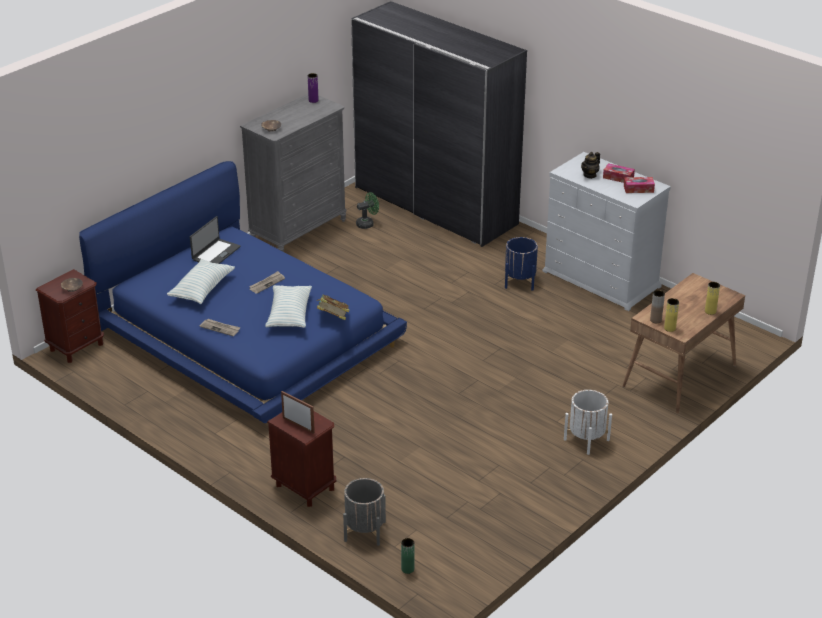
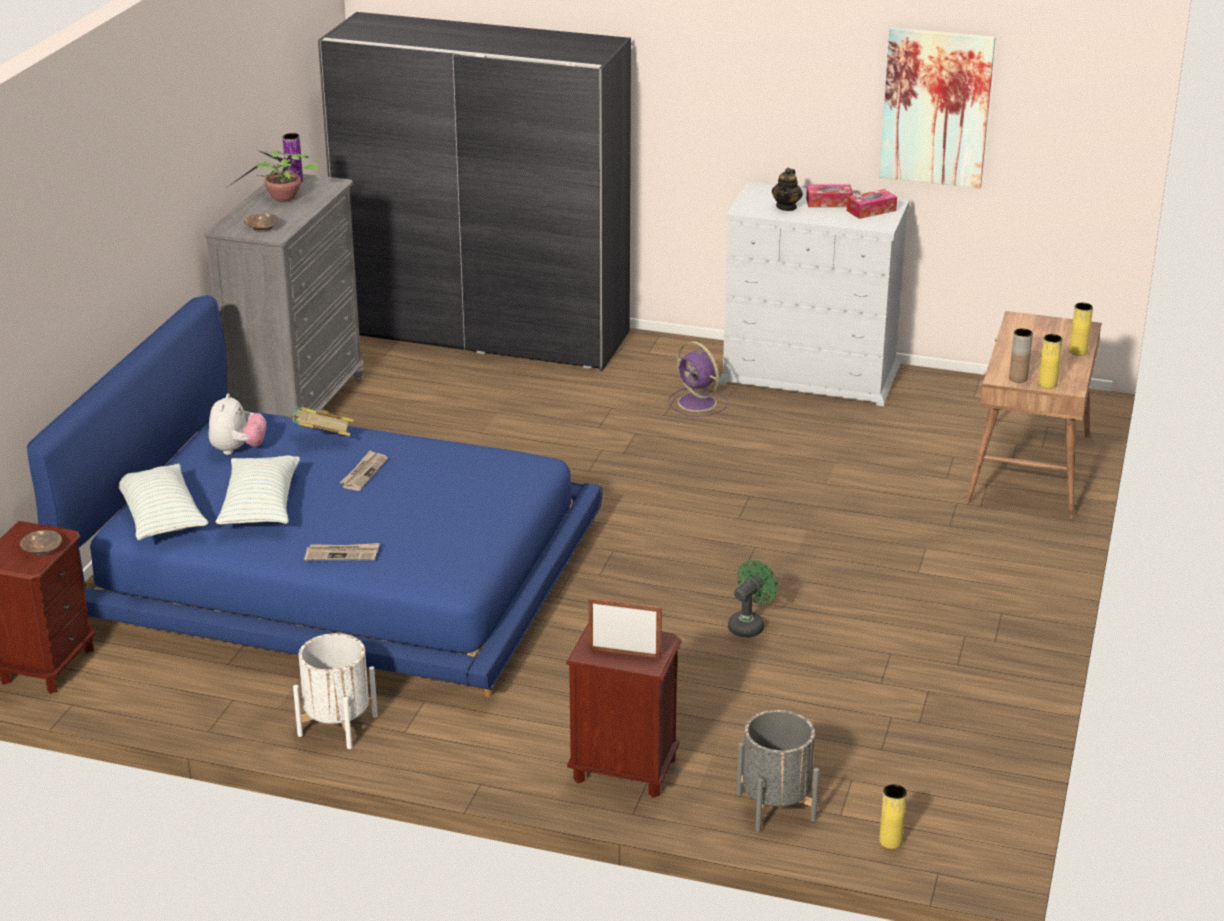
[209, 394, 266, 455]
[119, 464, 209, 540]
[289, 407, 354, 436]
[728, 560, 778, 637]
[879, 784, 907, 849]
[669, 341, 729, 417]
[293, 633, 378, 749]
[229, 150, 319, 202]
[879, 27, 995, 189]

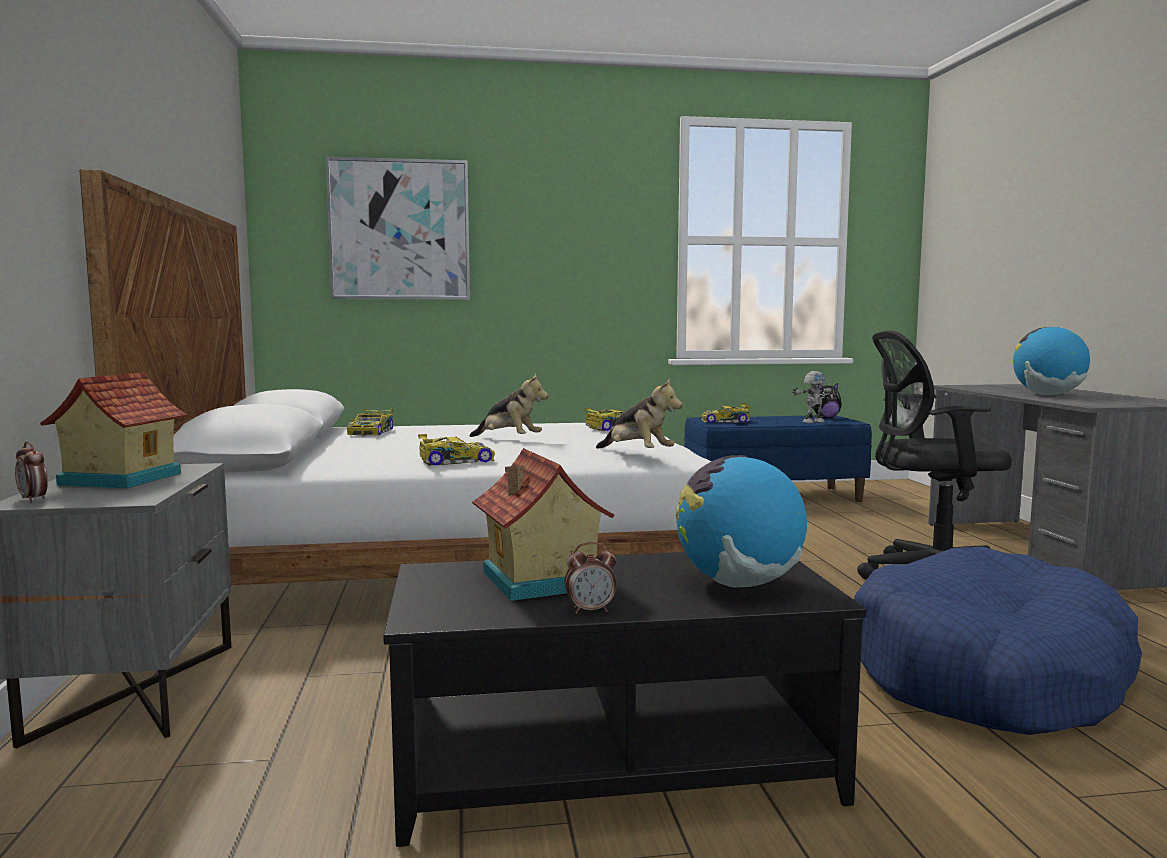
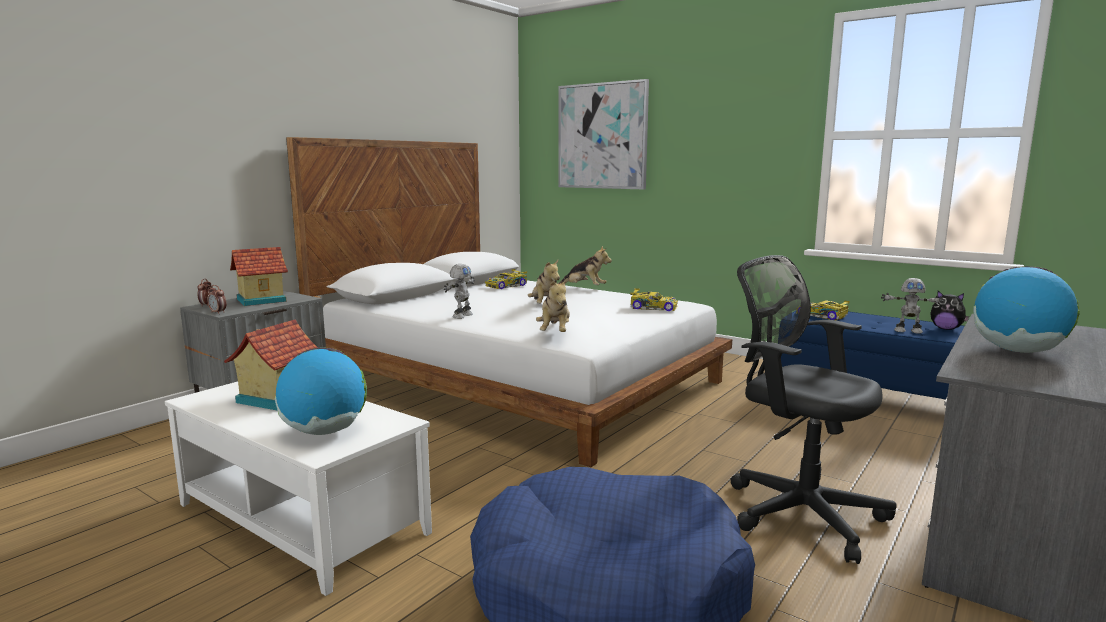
[165, 382, 432, 596]
[444, 264, 475, 319]
[207, 285, 226, 314]
[558, 246, 612, 285]

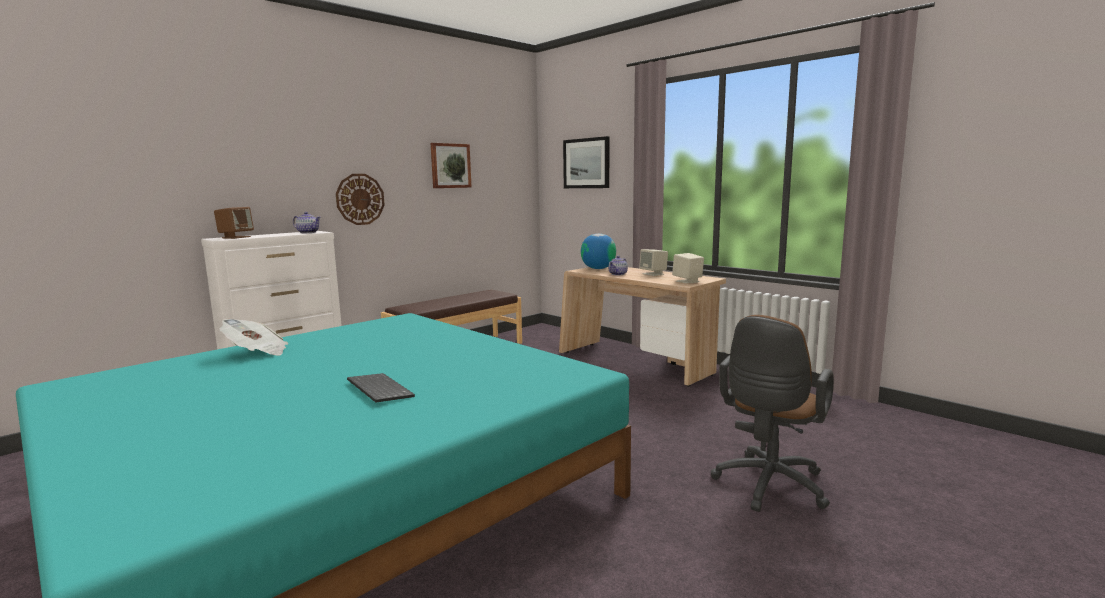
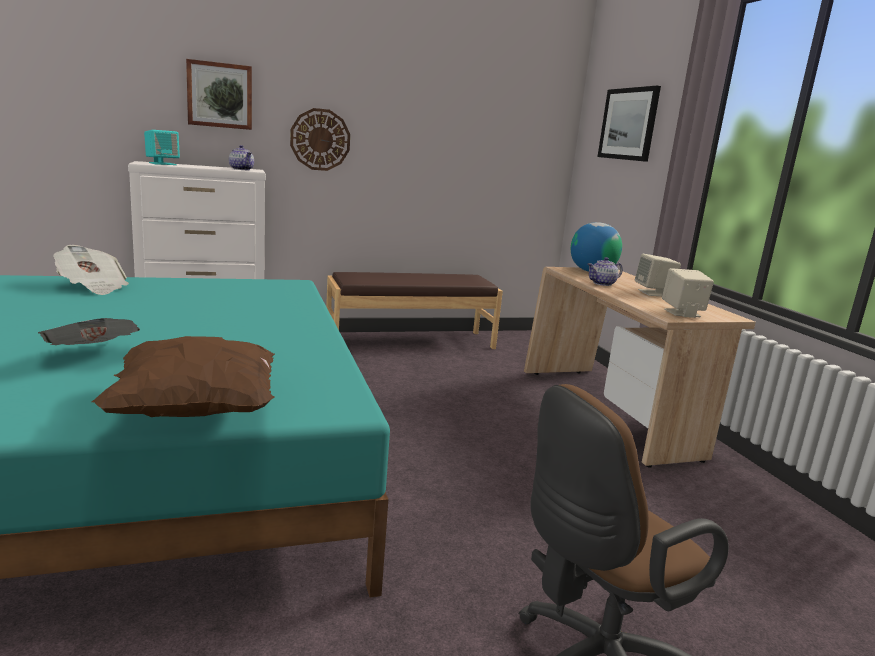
[144, 130, 180, 165]
[38, 318, 140, 345]
[186, 59, 252, 130]
[91, 336, 275, 417]

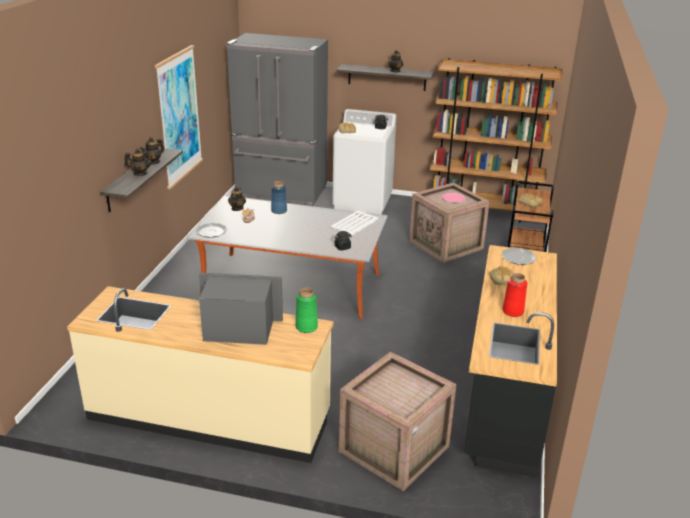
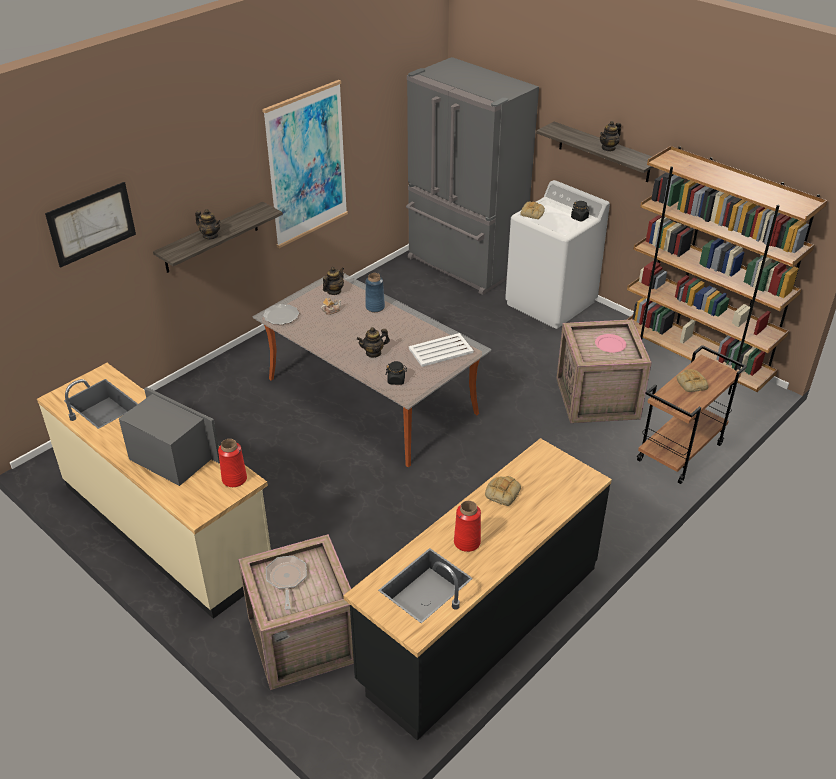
[357, 327, 390, 358]
[218, 439, 247, 487]
[501, 248, 537, 265] (first image)
[45, 182, 136, 268]
[266, 556, 307, 610]

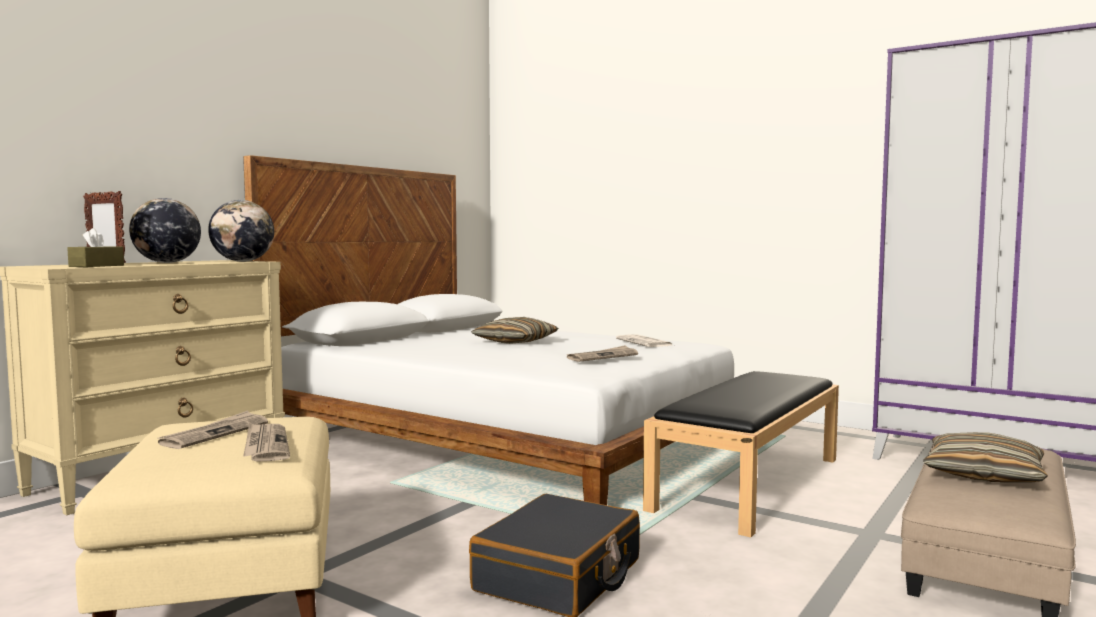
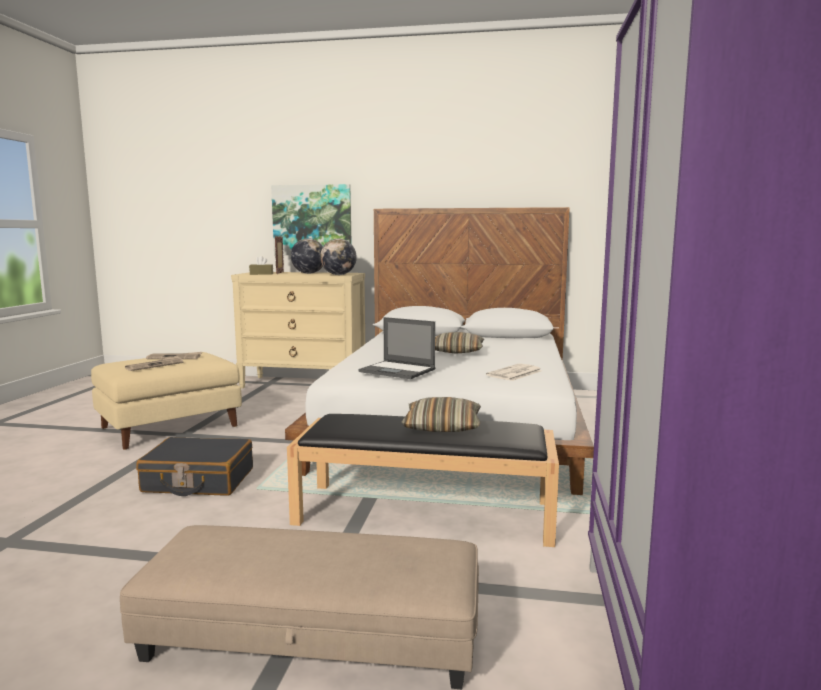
[358, 317, 435, 379]
[401, 397, 481, 432]
[271, 184, 352, 255]

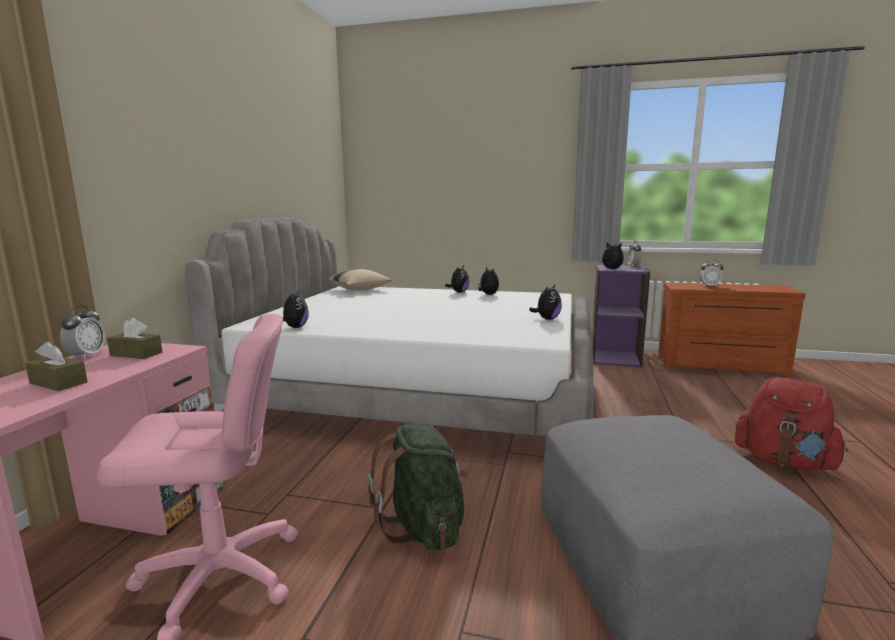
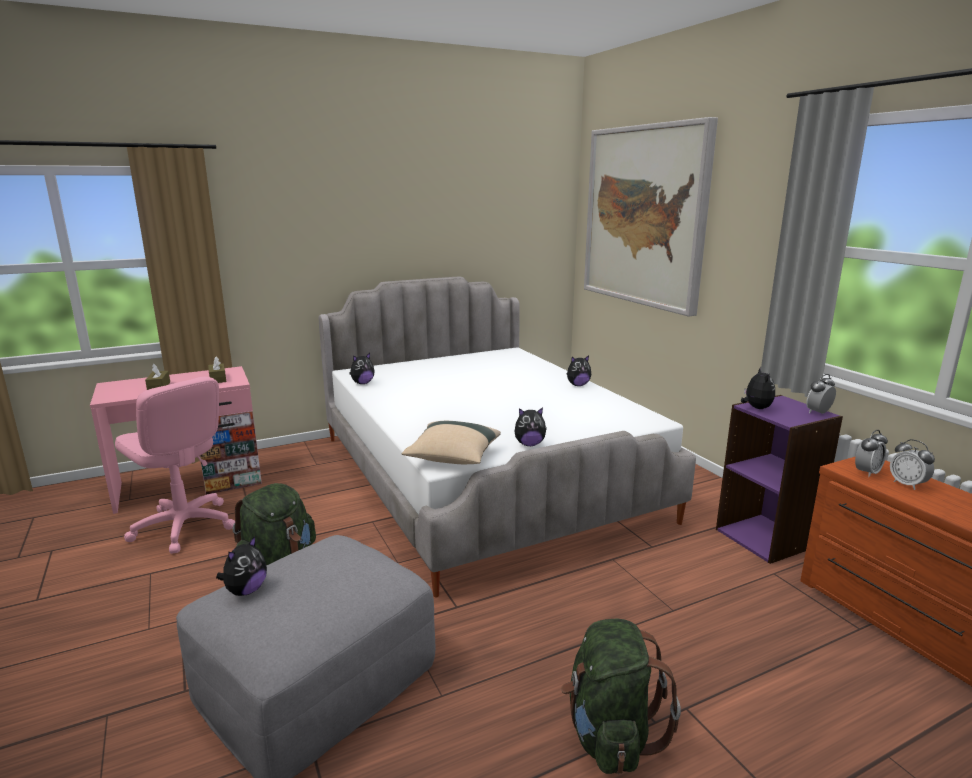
[855, 430, 888, 477]
[402, 421, 501, 464]
[216, 536, 267, 596]
[561, 618, 681, 774]
[584, 117, 718, 317]

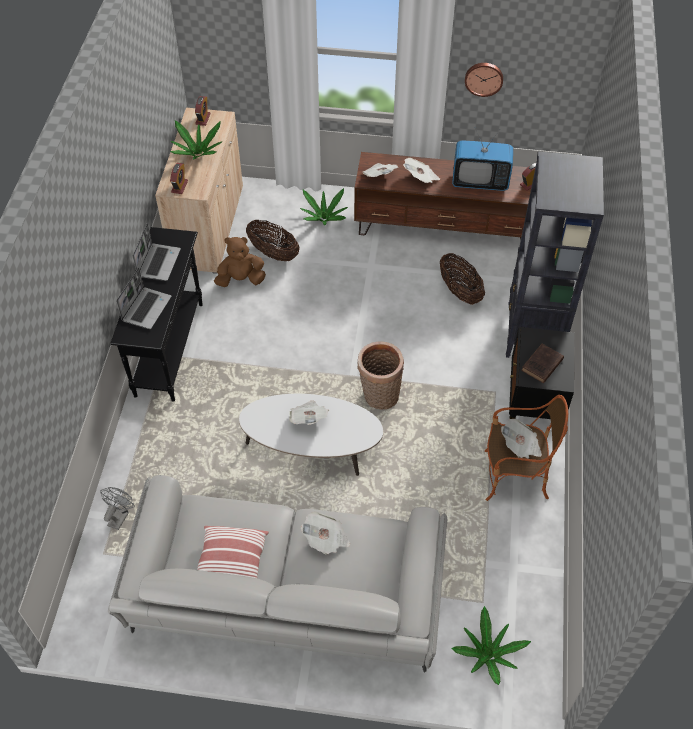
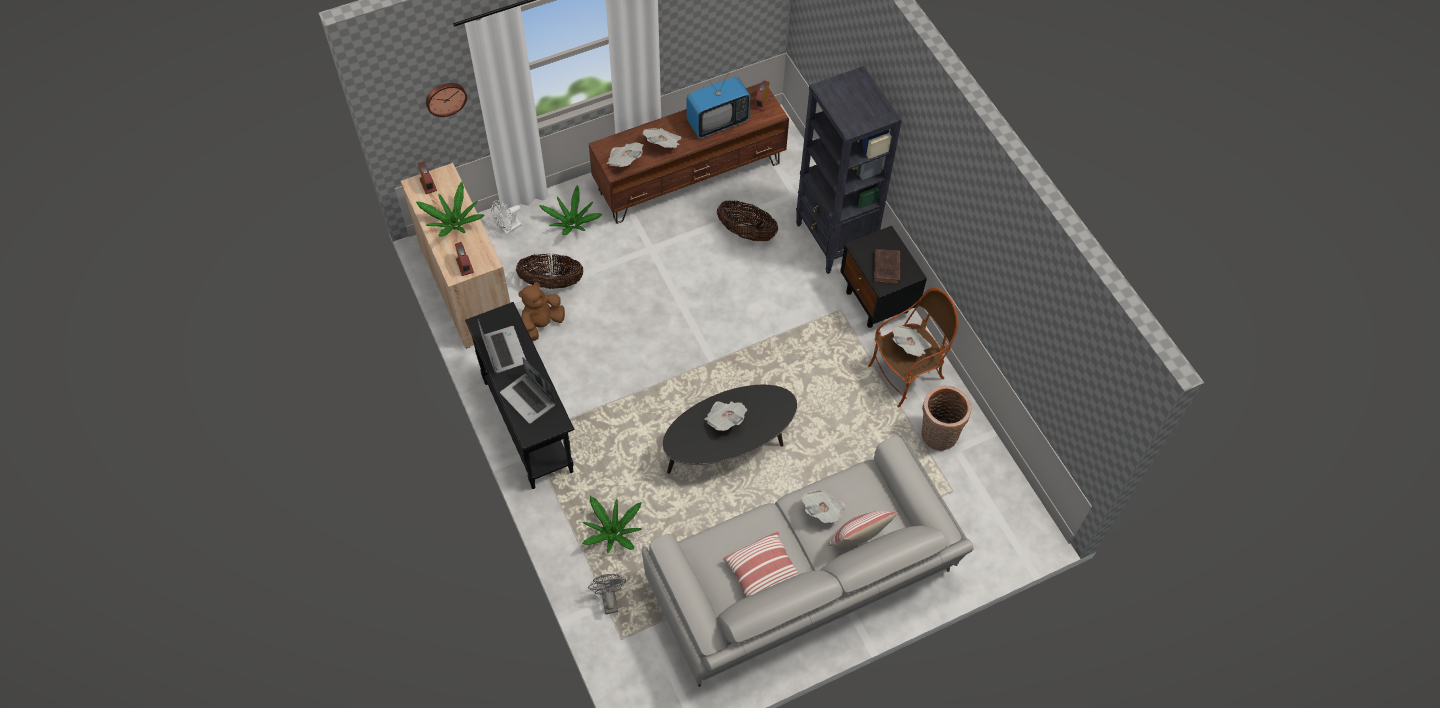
[500, 357, 556, 424]
[663, 385, 797, 474]
[921, 385, 971, 451]
[582, 496, 641, 553]
[426, 83, 467, 117]
[491, 200, 522, 235]
[828, 511, 898, 548]

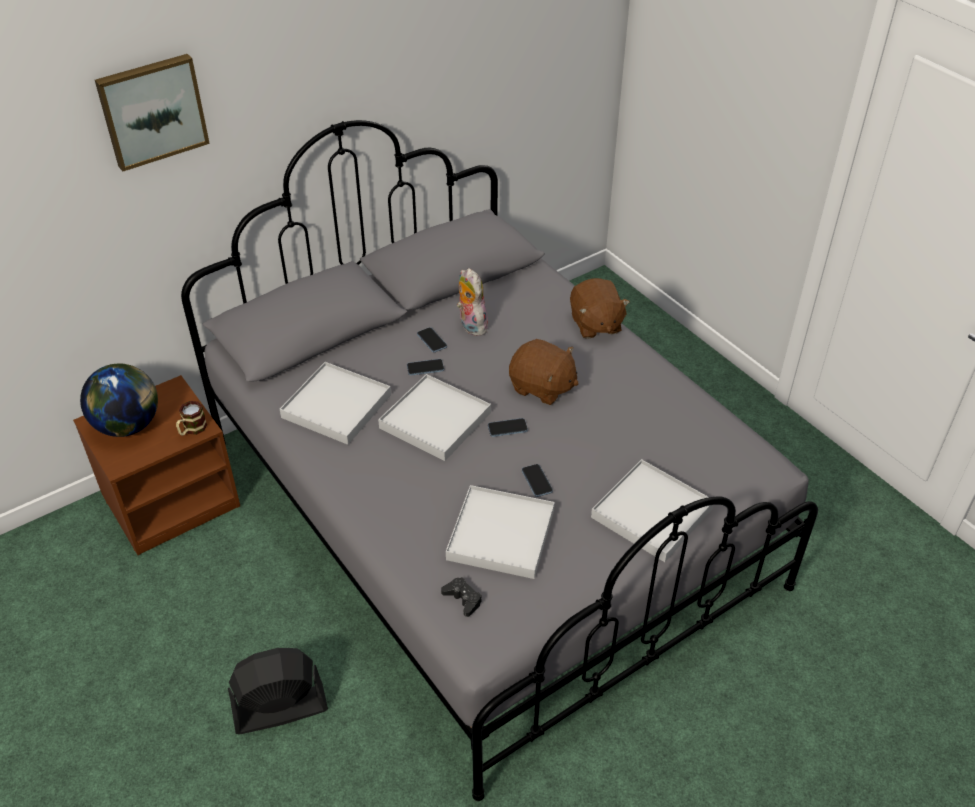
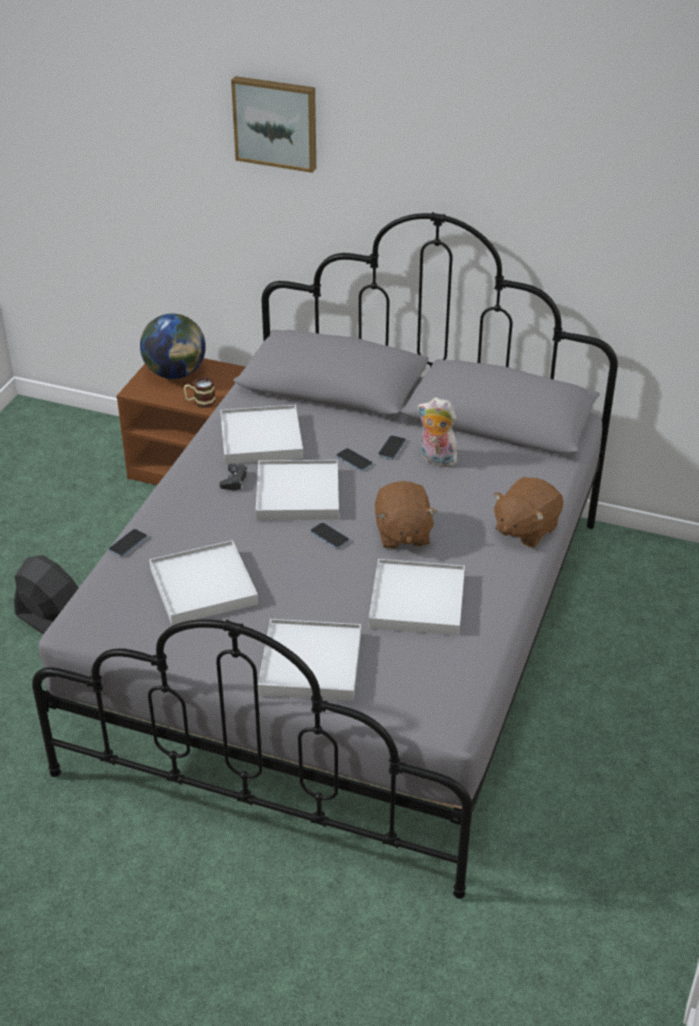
[219, 464, 249, 491]
[417, 397, 457, 467]
[108, 529, 147, 557]
[369, 559, 465, 636]

